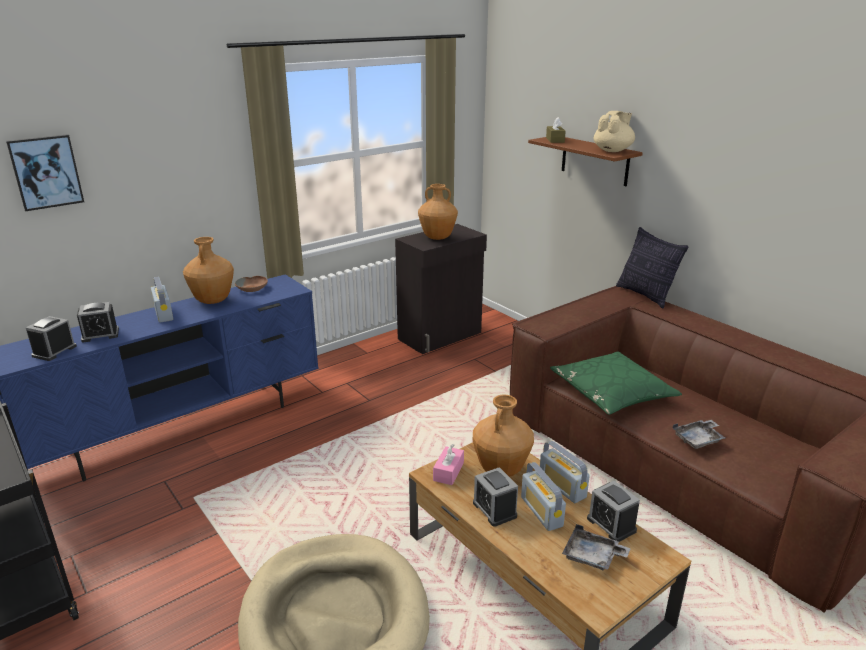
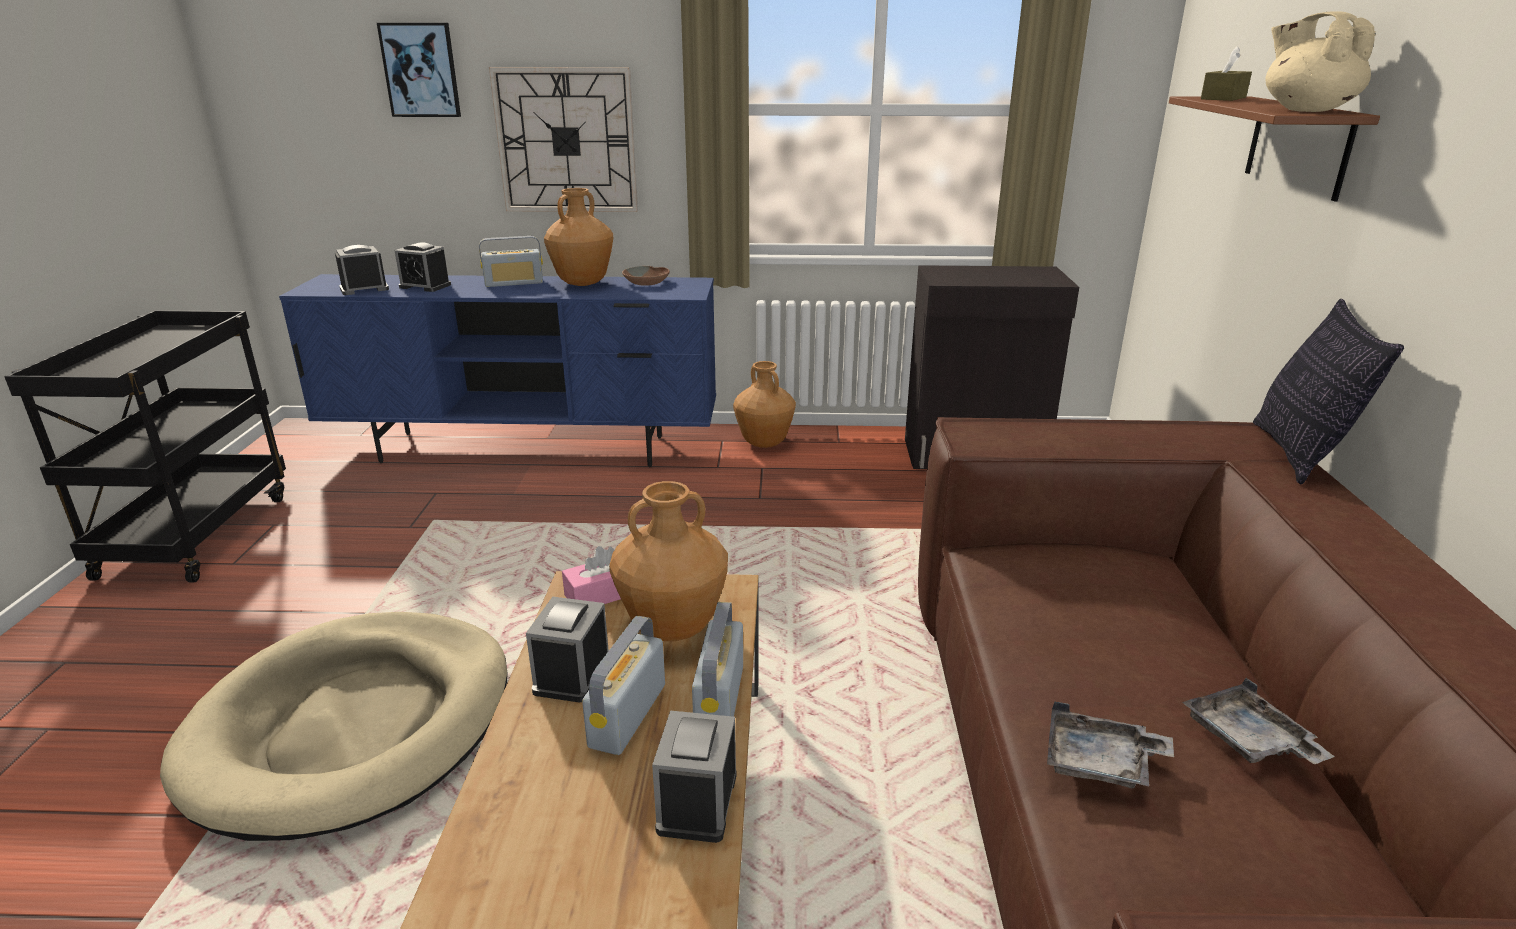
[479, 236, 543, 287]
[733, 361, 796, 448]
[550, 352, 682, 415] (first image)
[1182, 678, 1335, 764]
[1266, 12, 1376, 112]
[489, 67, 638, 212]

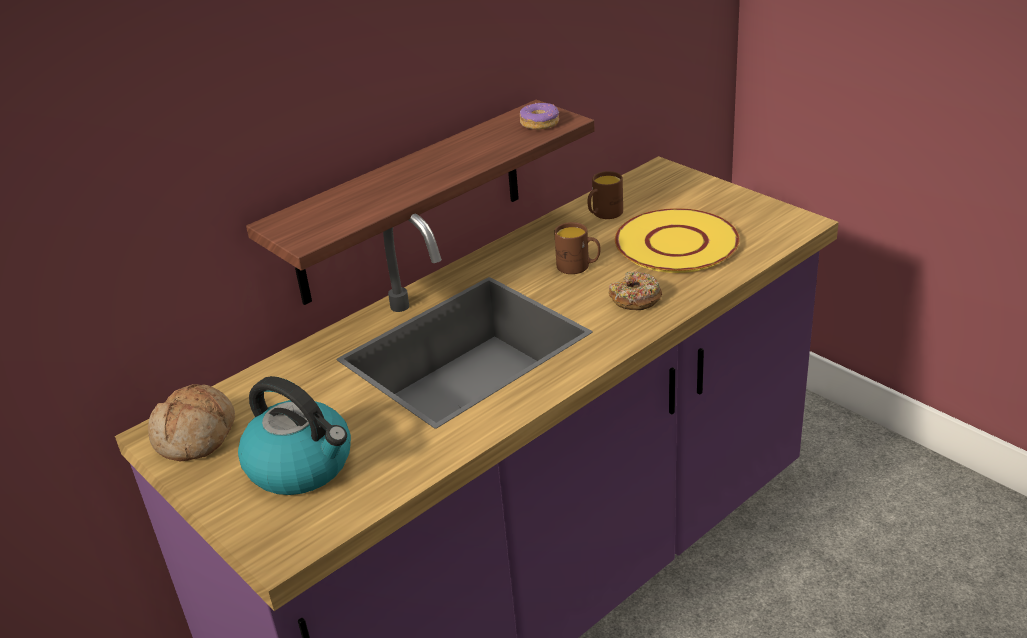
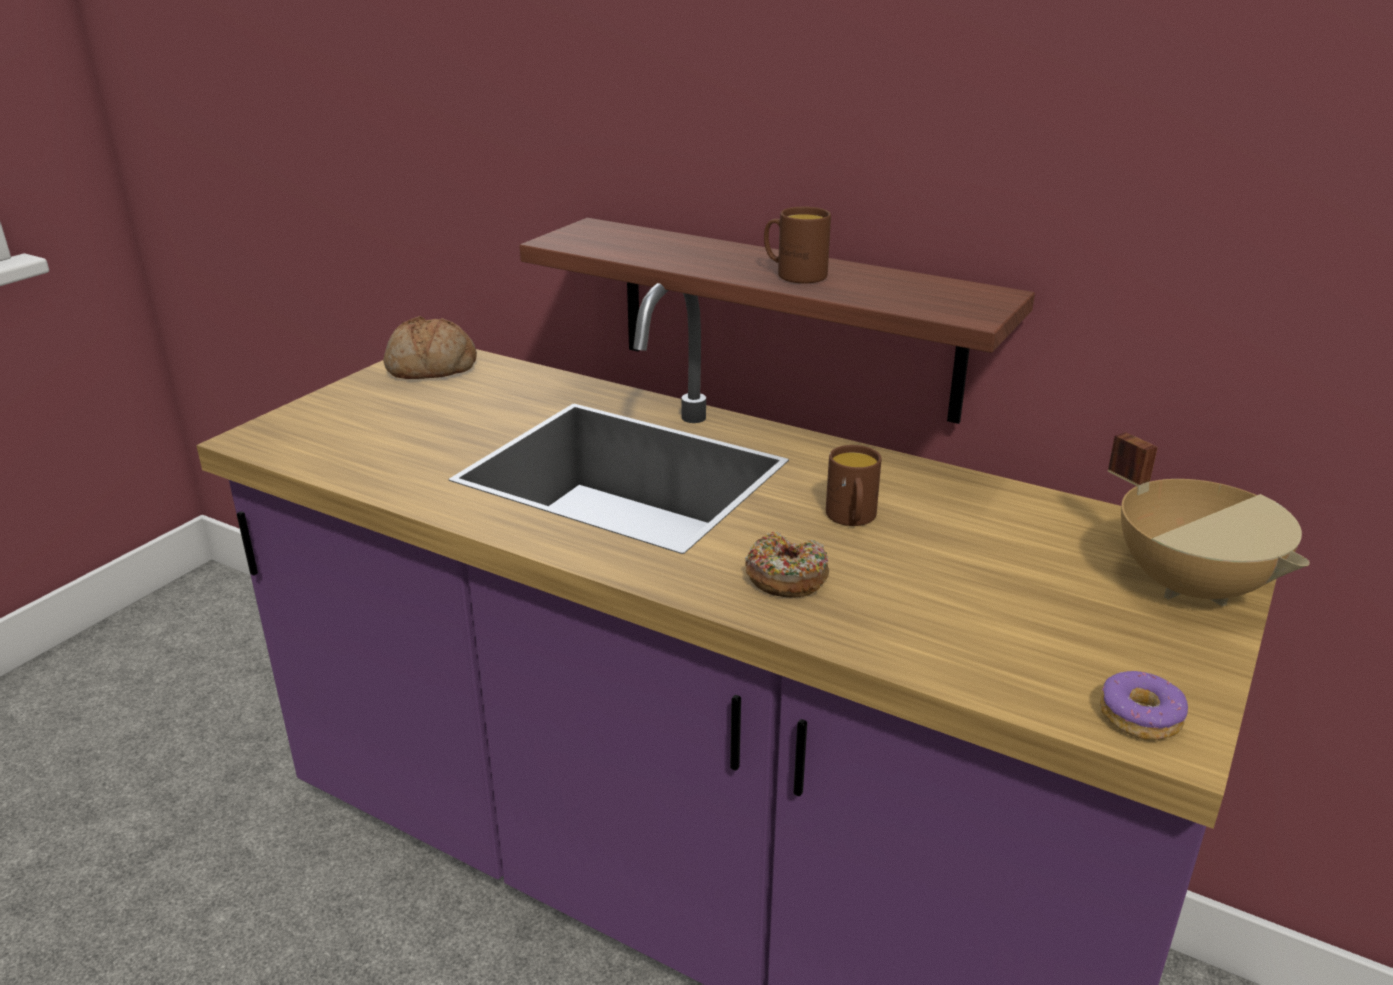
[238, 376, 351, 495] (first image)
[1100, 671, 1188, 740]
[764, 207, 831, 283]
[615, 208, 740, 273] (first image)
[1108, 432, 1309, 606]

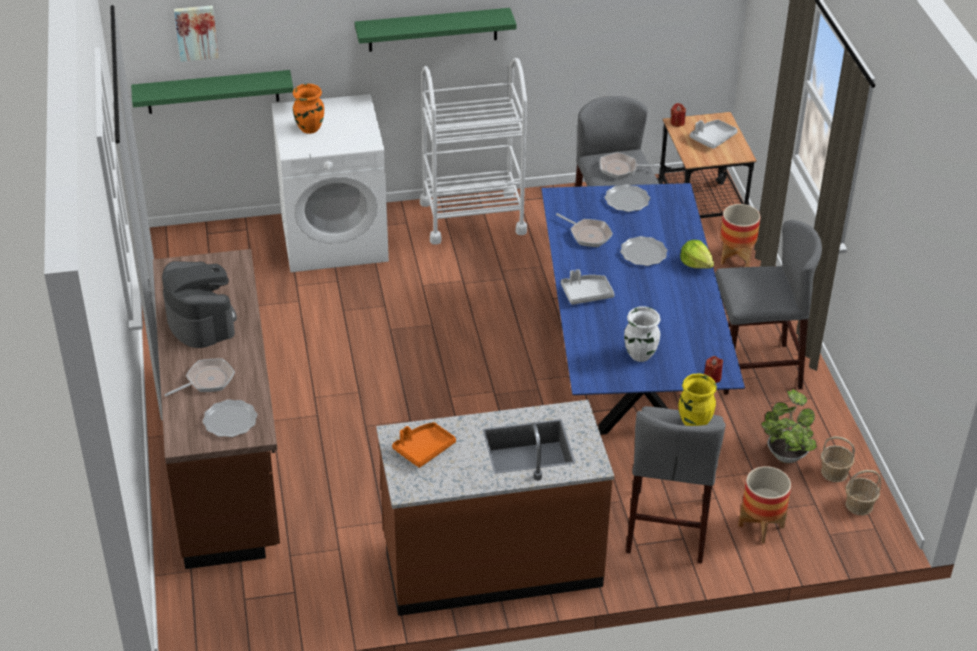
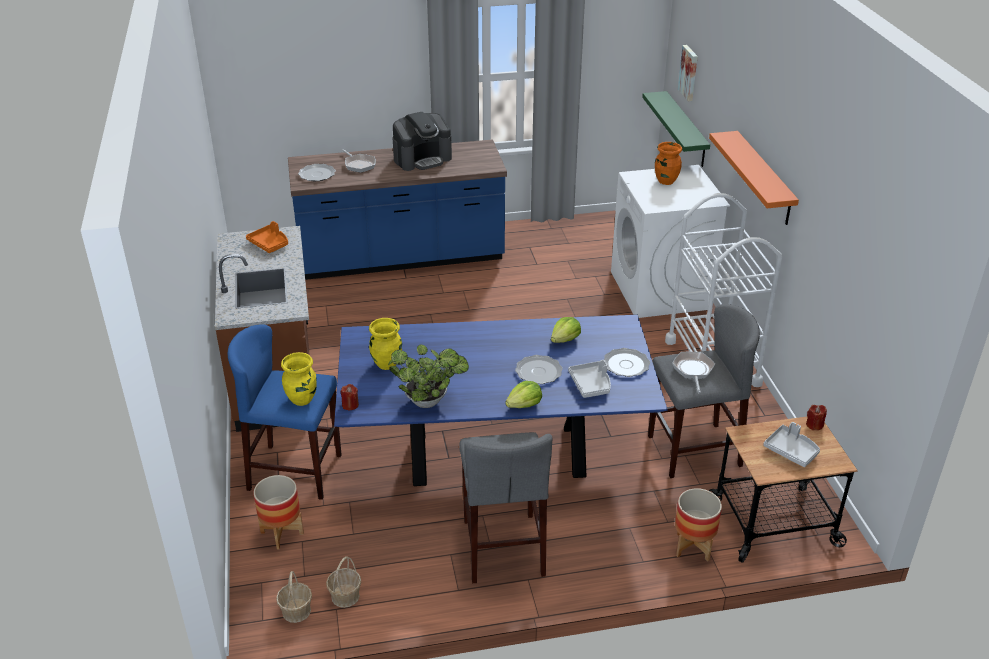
[288, 139, 507, 280]
[709, 131, 799, 225]
[551, 317, 581, 343]
[568, 360, 611, 398]
[369, 318, 402, 370]
[228, 324, 342, 500]
[388, 344, 469, 408]

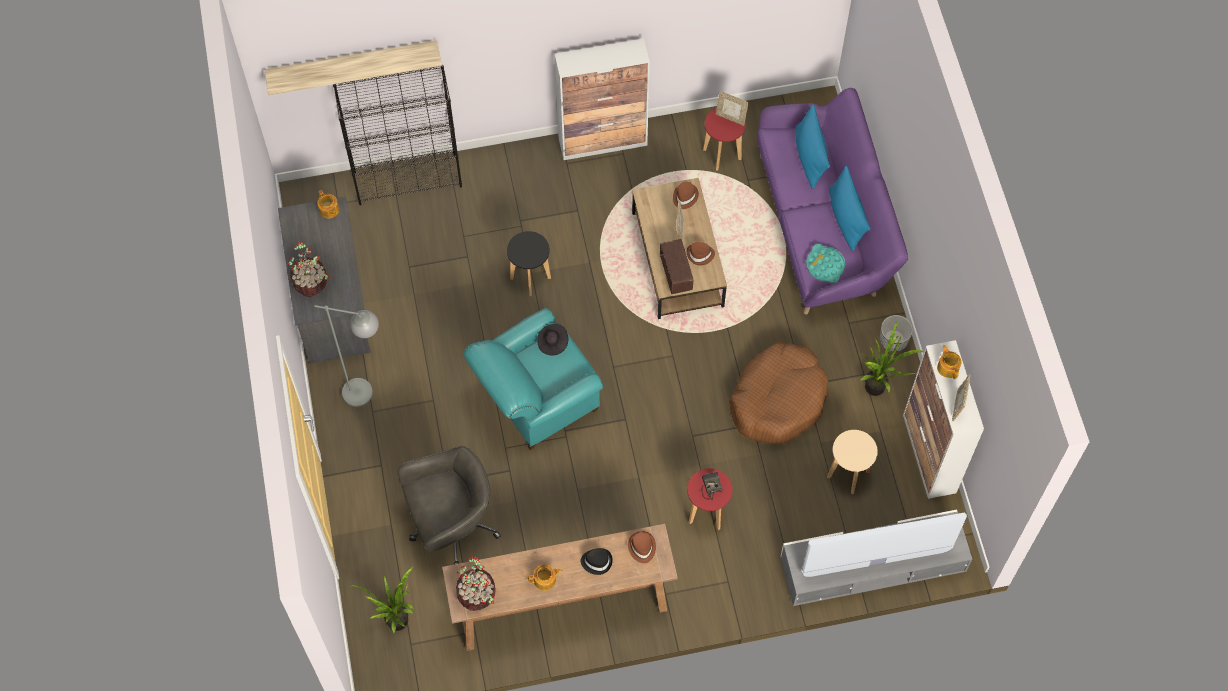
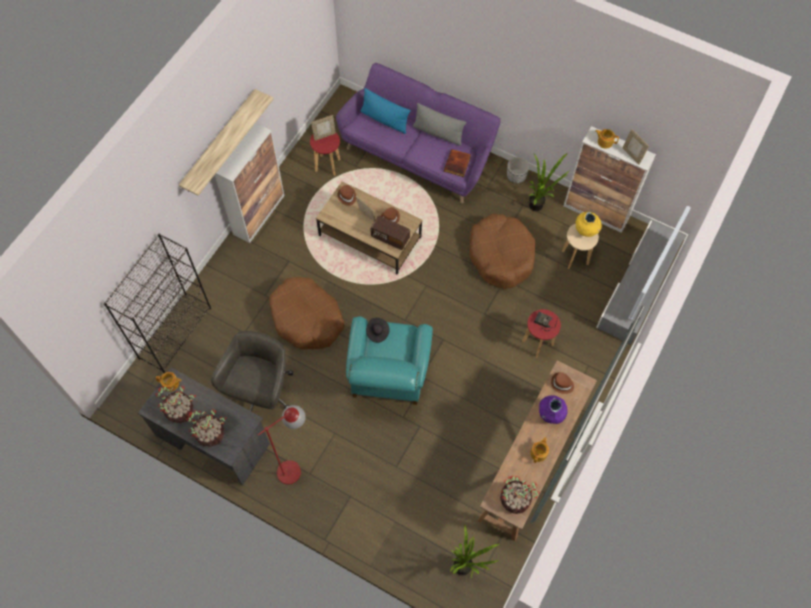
[179, 89, 274, 196]
[257, 405, 306, 485]
[211, 331, 293, 412]
[269, 277, 345, 350]
[539, 395, 568, 424]
[444, 149, 471, 177]
[413, 103, 466, 146]
[155, 385, 196, 423]
[576, 211, 602, 237]

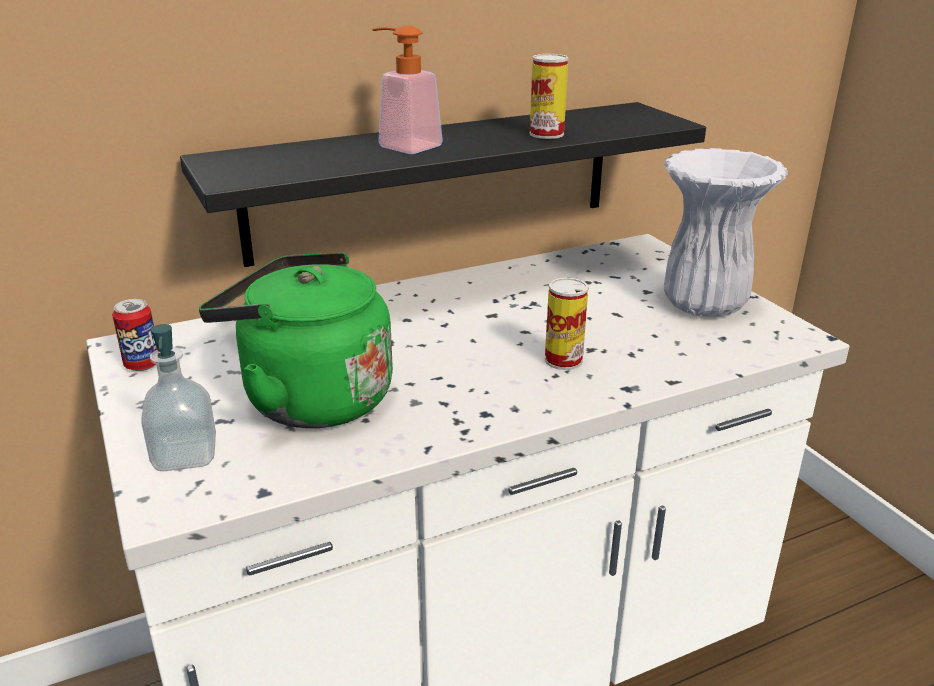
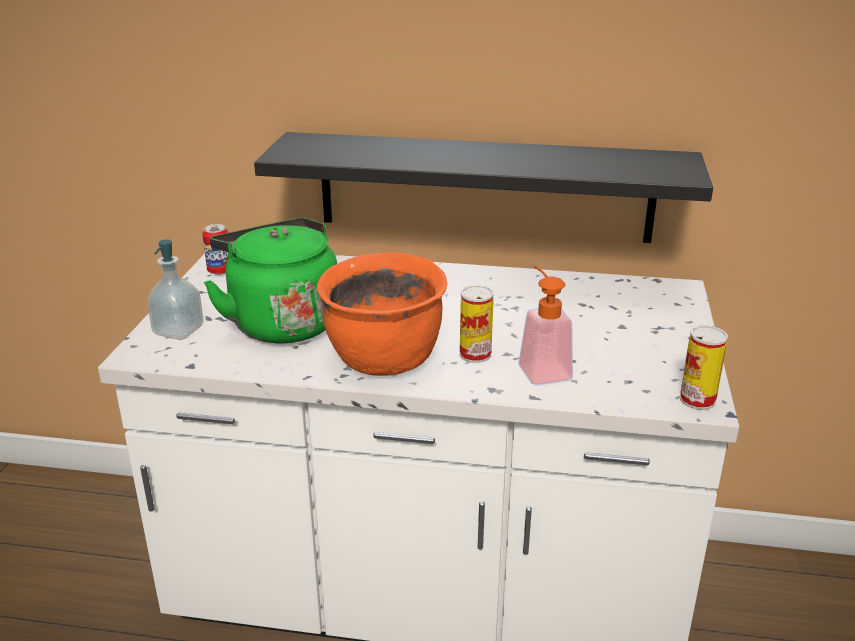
[518, 266, 573, 385]
[680, 325, 728, 410]
[664, 148, 788, 317] (first image)
[317, 253, 447, 376]

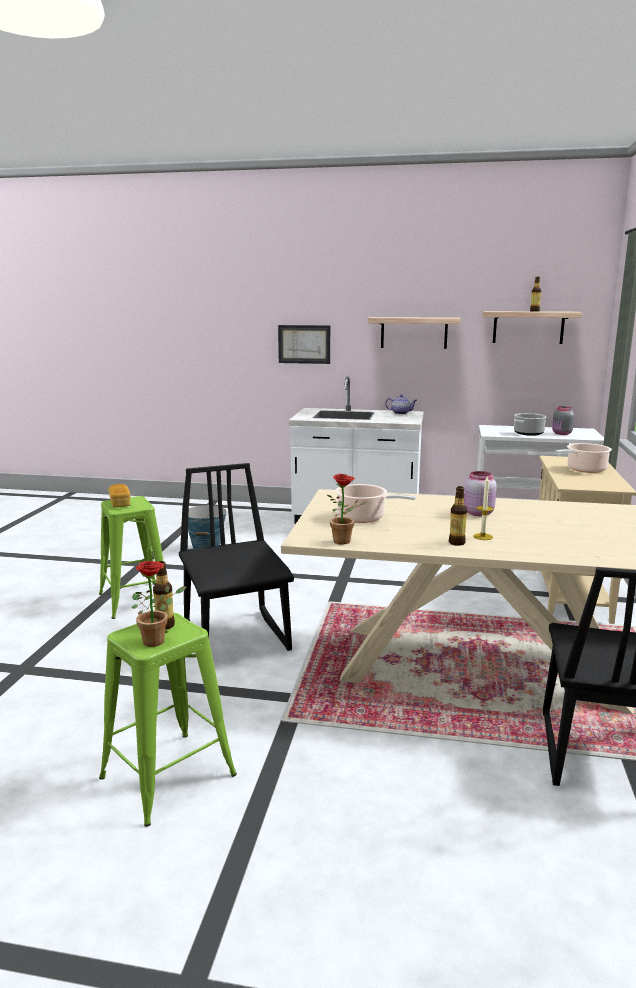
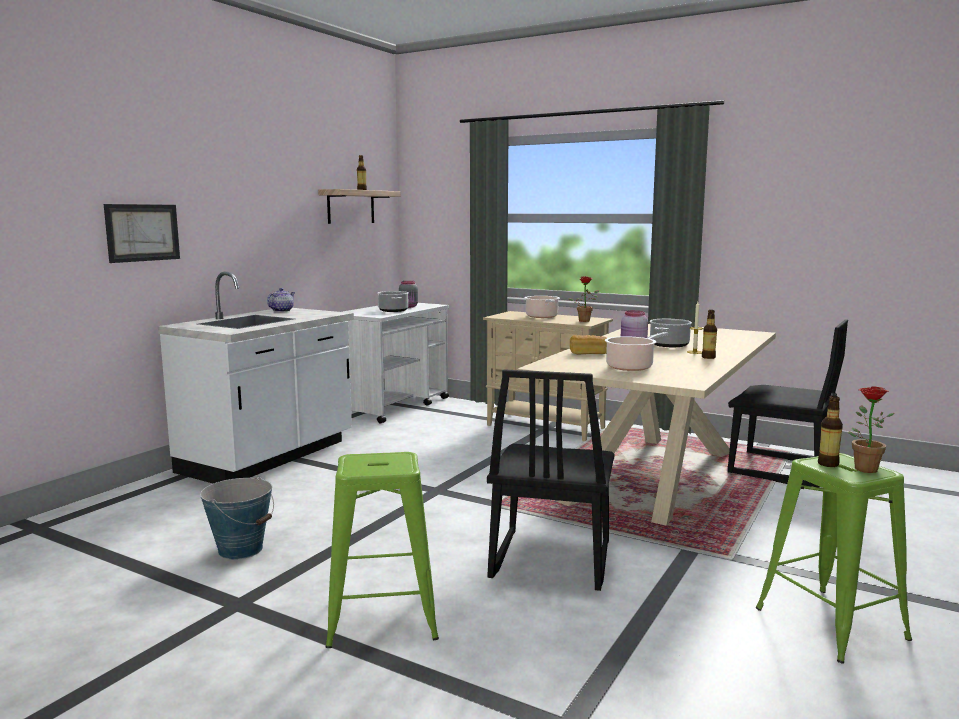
[570, 335, 607, 354]
[487, 369, 614, 591]
[568, 276, 599, 322]
[368, 317, 460, 349] (first image)
[650, 319, 692, 347]

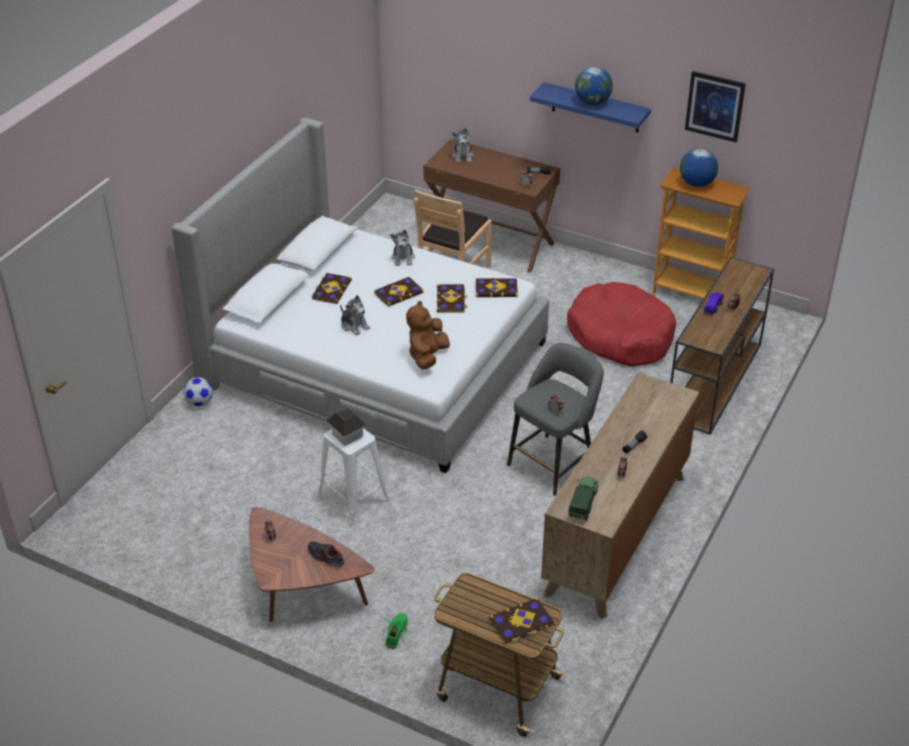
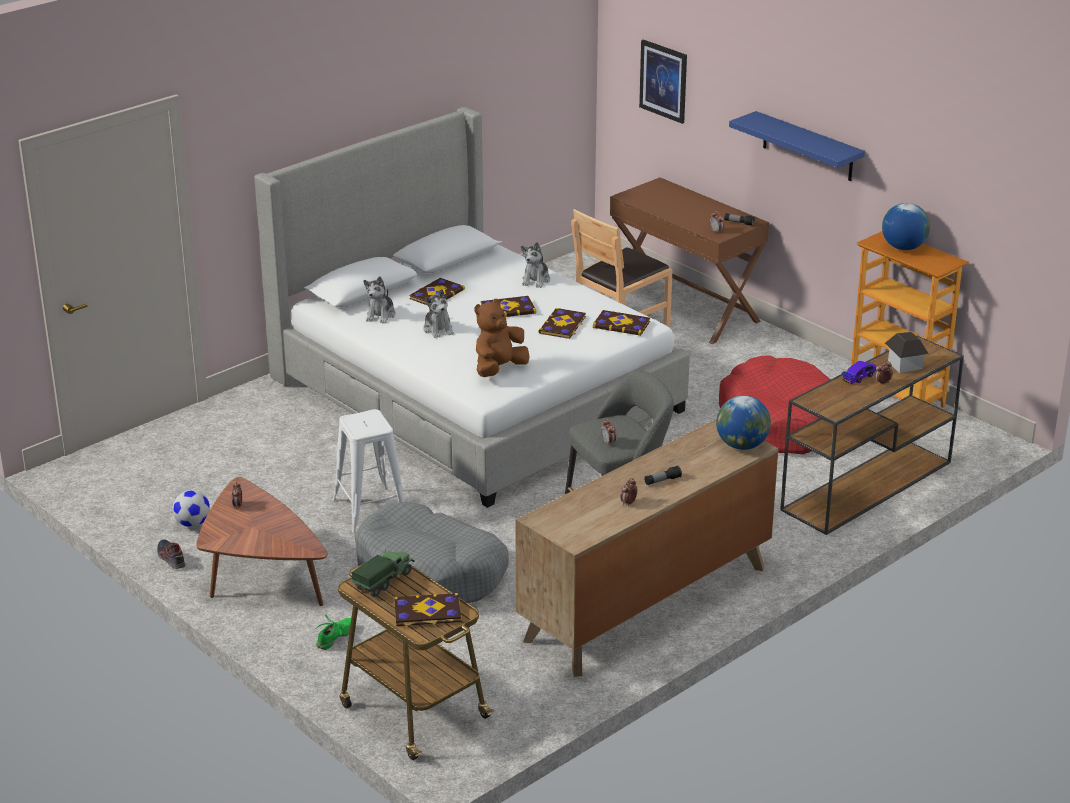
[172, 490, 210, 527]
[157, 539, 186, 569]
[885, 332, 929, 373]
[364, 276, 396, 324]
[352, 550, 415, 597]
[716, 395, 771, 450]
[639, 40, 687, 124]
[354, 502, 509, 603]

